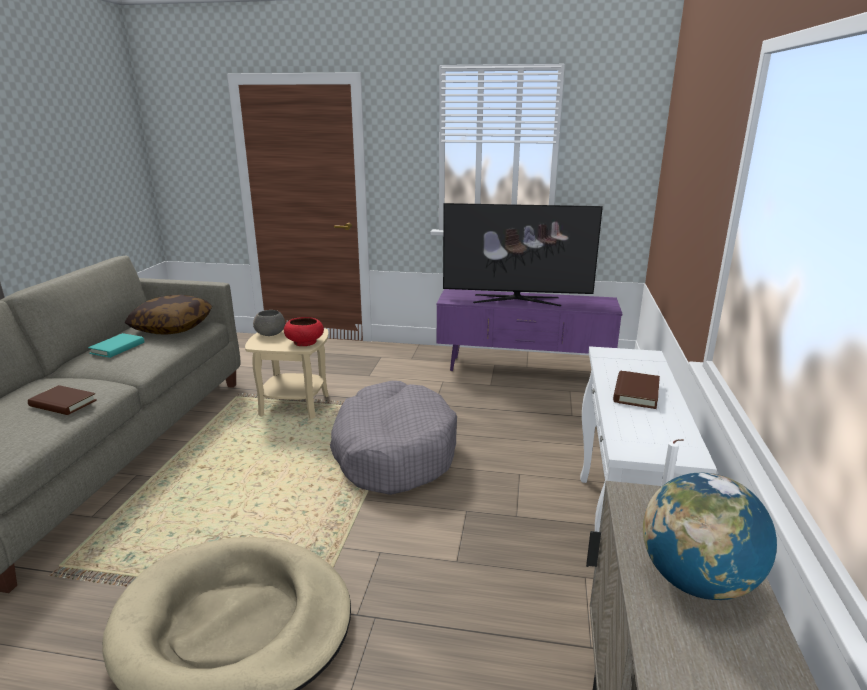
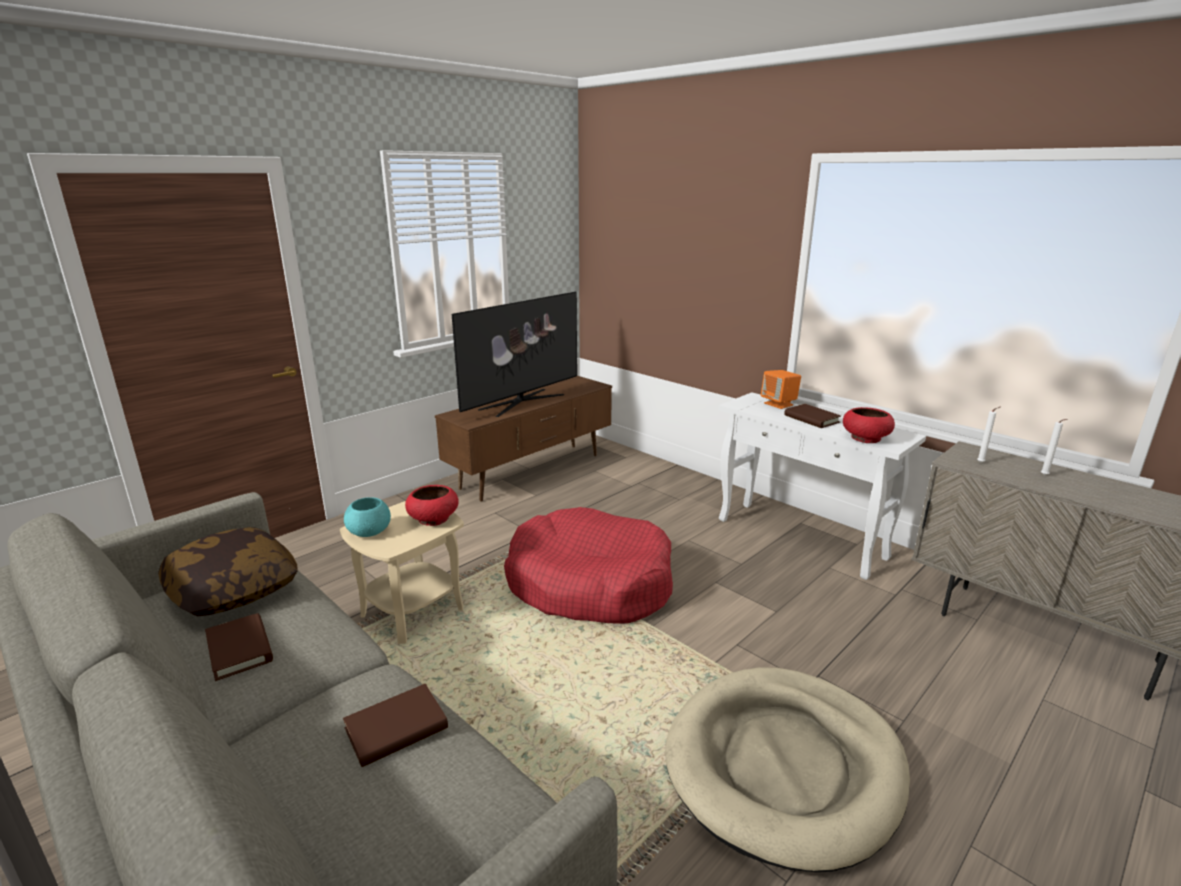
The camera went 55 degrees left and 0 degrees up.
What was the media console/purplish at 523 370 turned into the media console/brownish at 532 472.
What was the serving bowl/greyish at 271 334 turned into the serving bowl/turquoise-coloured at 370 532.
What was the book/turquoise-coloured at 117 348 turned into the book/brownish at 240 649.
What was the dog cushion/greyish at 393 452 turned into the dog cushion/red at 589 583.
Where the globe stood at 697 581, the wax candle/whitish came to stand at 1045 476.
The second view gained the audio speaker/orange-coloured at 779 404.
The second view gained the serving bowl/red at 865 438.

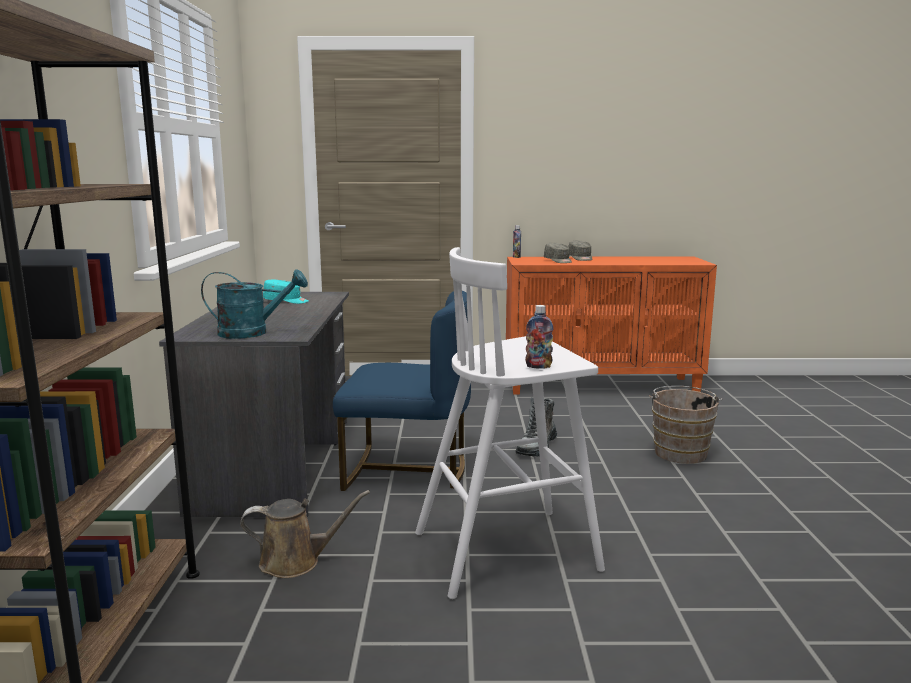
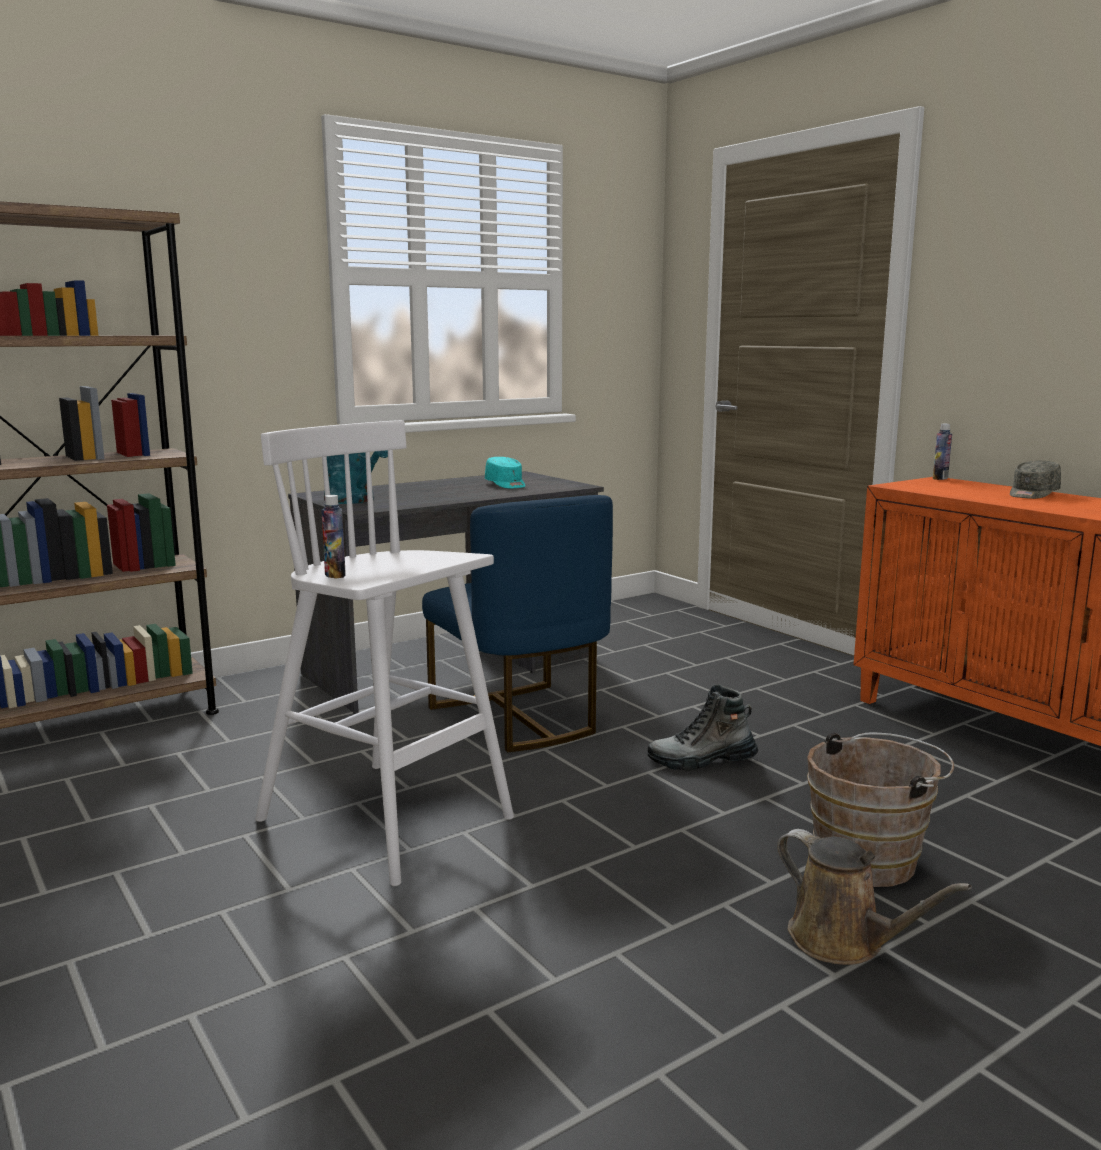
The camera went 55 degrees right and 0 degrees up.
The second view lost the baseball cap/greyish at 558 261.
The watering pot/brownish ended up elsewhere, having gone from 296 562 to 843 941.

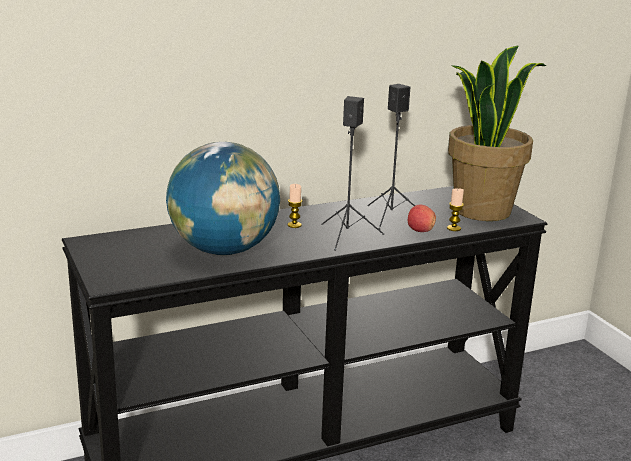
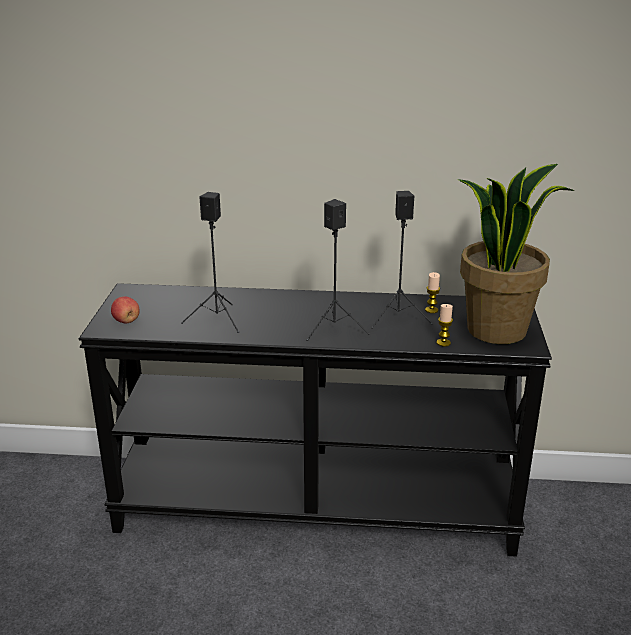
The camera went 30 degrees right and 5 degrees up.
Where the globe stood at 224 250, the audio speaker/black-coloured came to stand at 218 320.
The wax candle ended up elsewhere, having gone from 294 225 to 431 310.
The apple ended up elsewhere, having gone from 420 231 to 126 321.

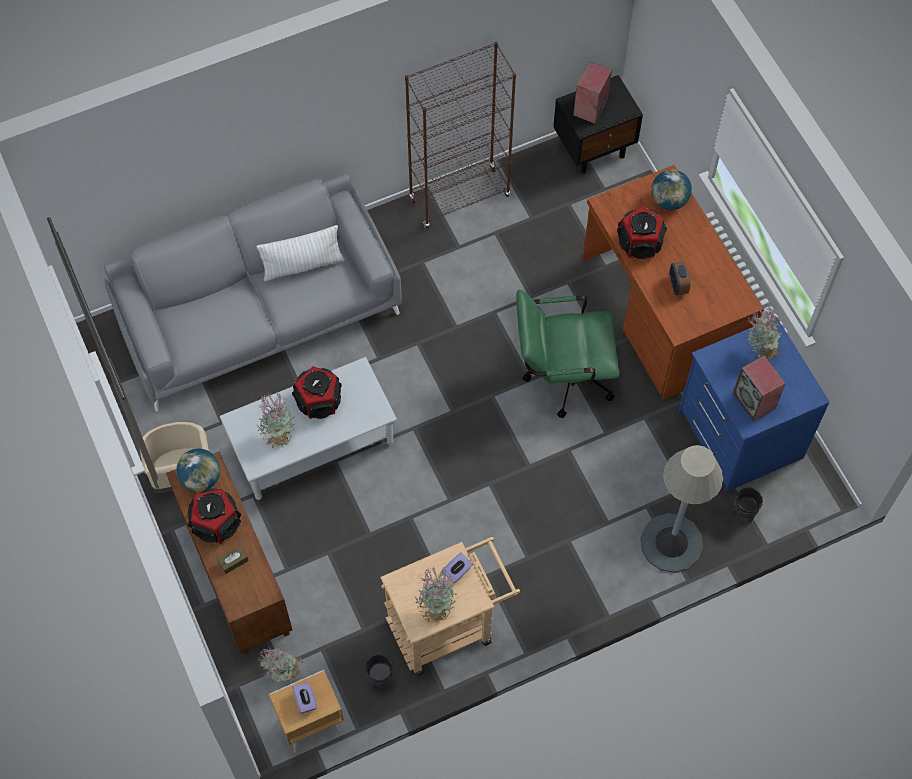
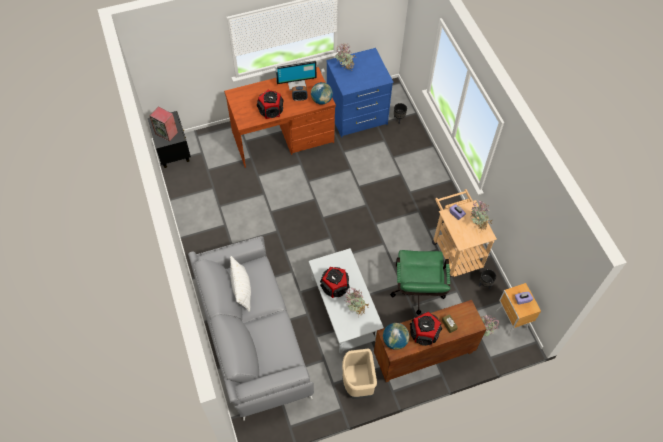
The camera went 85 degrees left and 5 degrees down.
The second view lost the bookcase/brownish at 459 198.
The globe ended up elsewhere, having gone from 669 200 to 321 100.
The desk chair/greenish ended up elsewhere, having gone from 561 376 to 417 294.
The second view lost the audio speaker at 754 401.
The second view lost the standing lamp/greyish at 671 543.
The second view gained the computer display at 296 83.

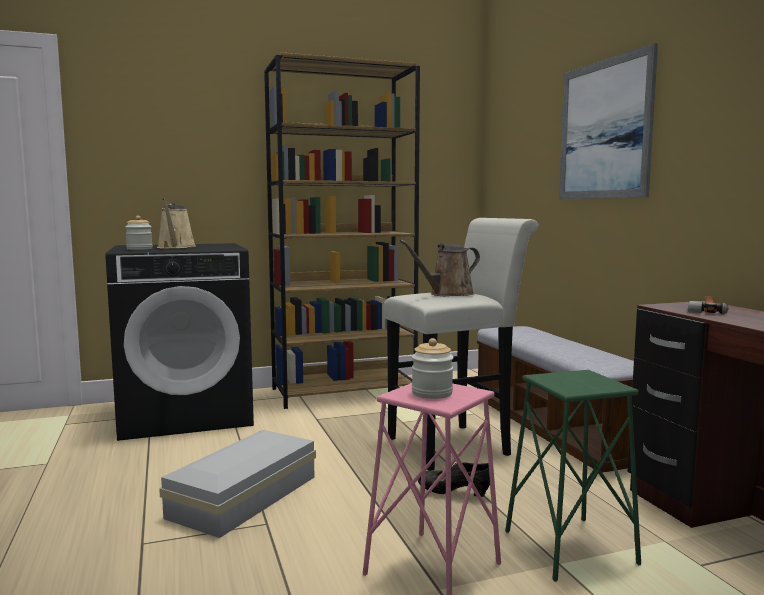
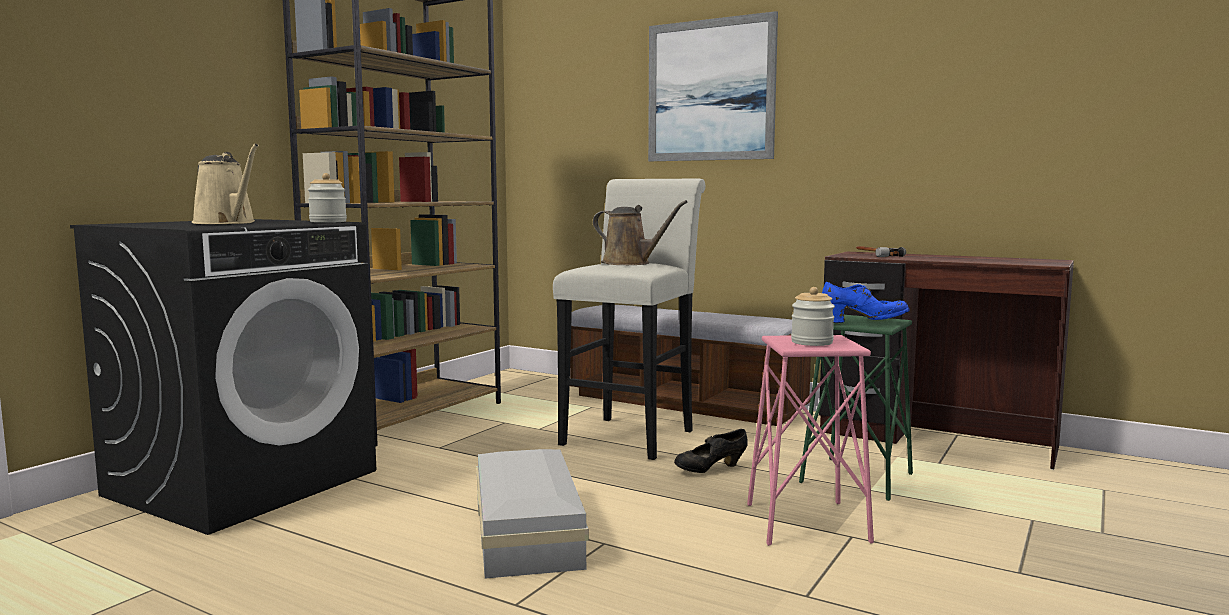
The camera went 40 degrees left and 0 degrees up.
The preserve jar ended up elsewhere, having gone from 139 249 to 328 222.
The watering pot/brownish at 447 294 ended up facing another way, 75 degrees counterclockwise from before.
The second view gained the item of footwear/blue-coloured at 864 323.

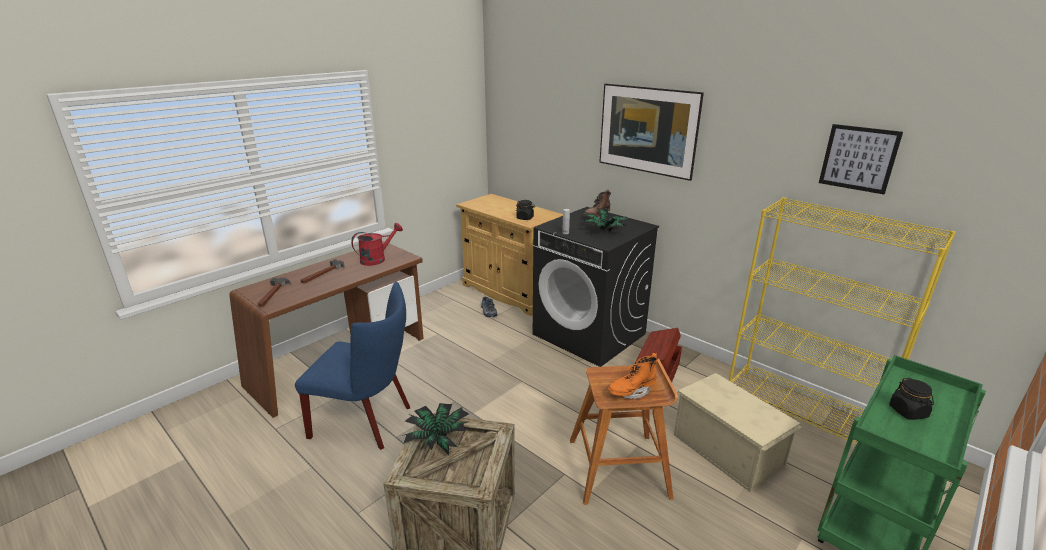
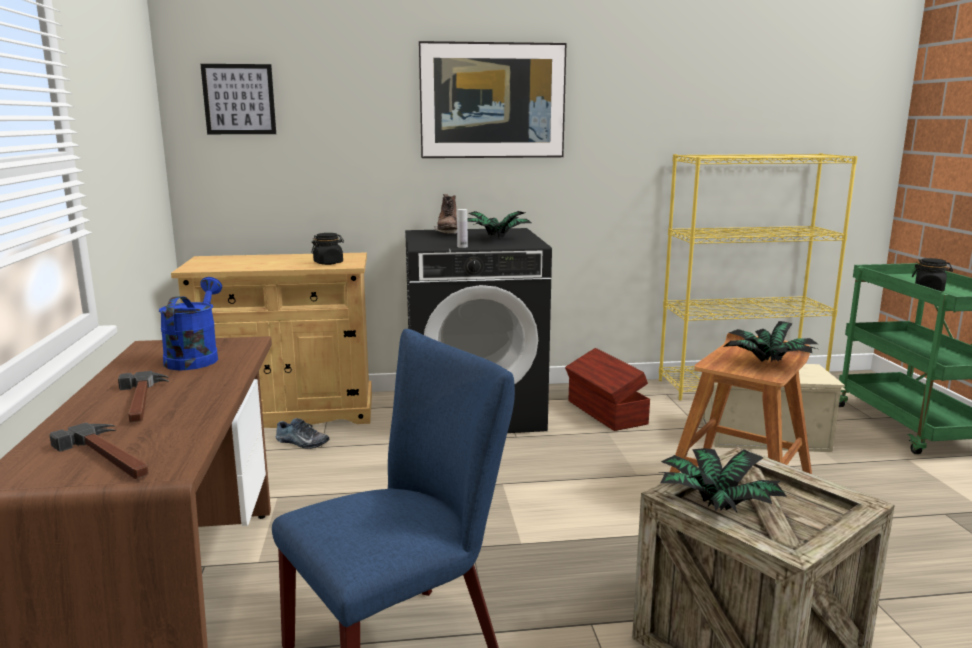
The camera went 50 degrees left and 10 degrees down.
The wall art ended up elsewhere, having gone from 858 158 to 239 99.
What was the watering pot/red at 377 259 turned into the watering pot/blue-coloured at 195 357.
Where the tall boot/orange-coloured stood at 631 392, the potted plant came to stand at 769 363.

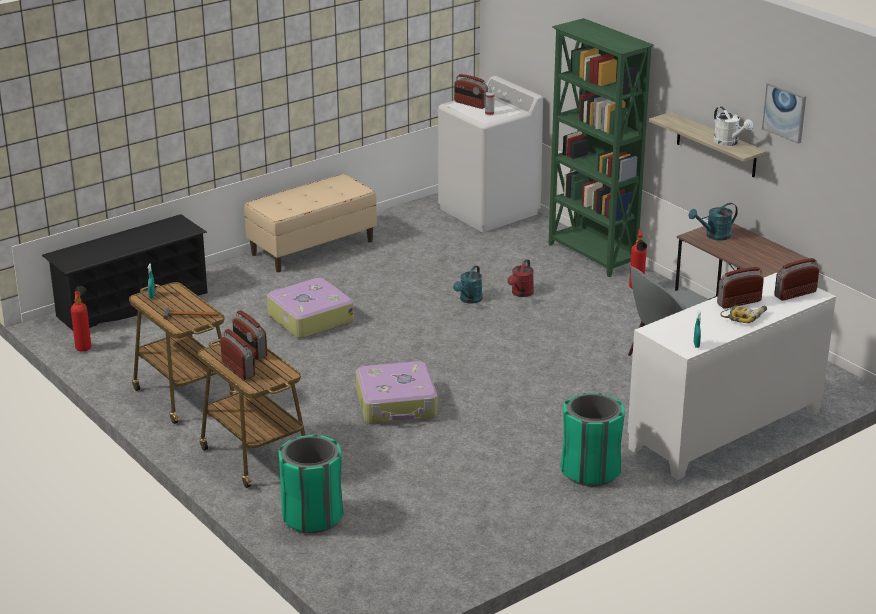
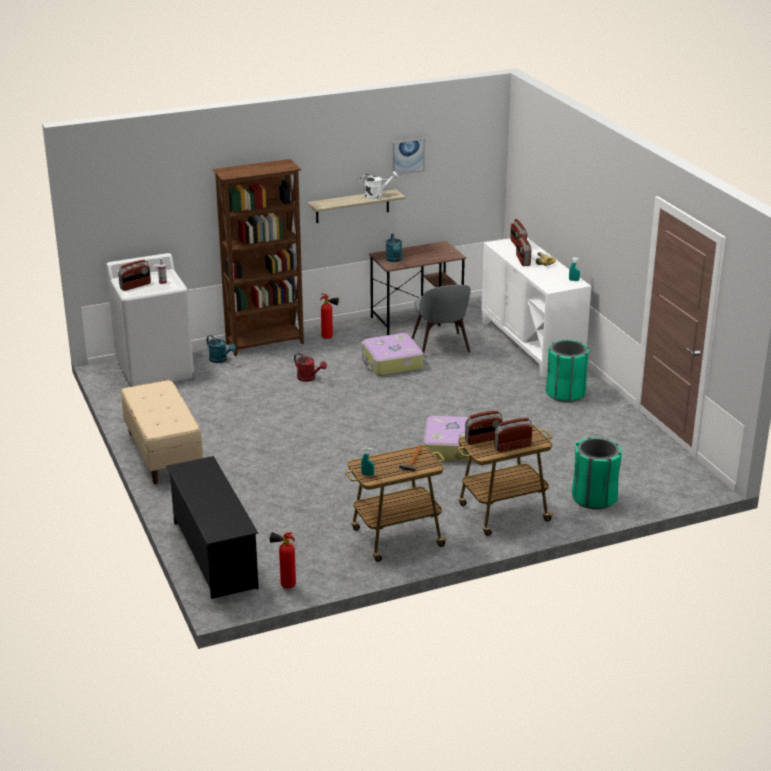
The camera went 75 degrees left and 0 degrees up.
What was the bookcase/greenish at 592 256 turned into the bookcase/brownish at 265 344.
The watering pot/turquoise-coloured ended up elsewhere, having gone from 469 300 to 220 360.
The travel case ended up elsewhere, having gone from 309 318 to 391 363.

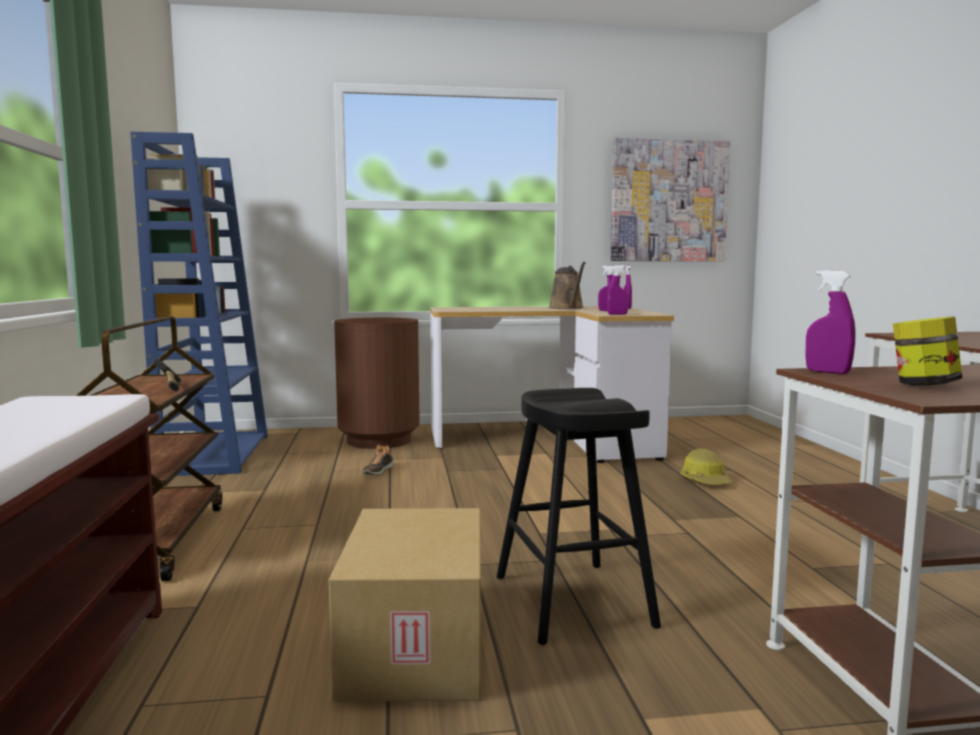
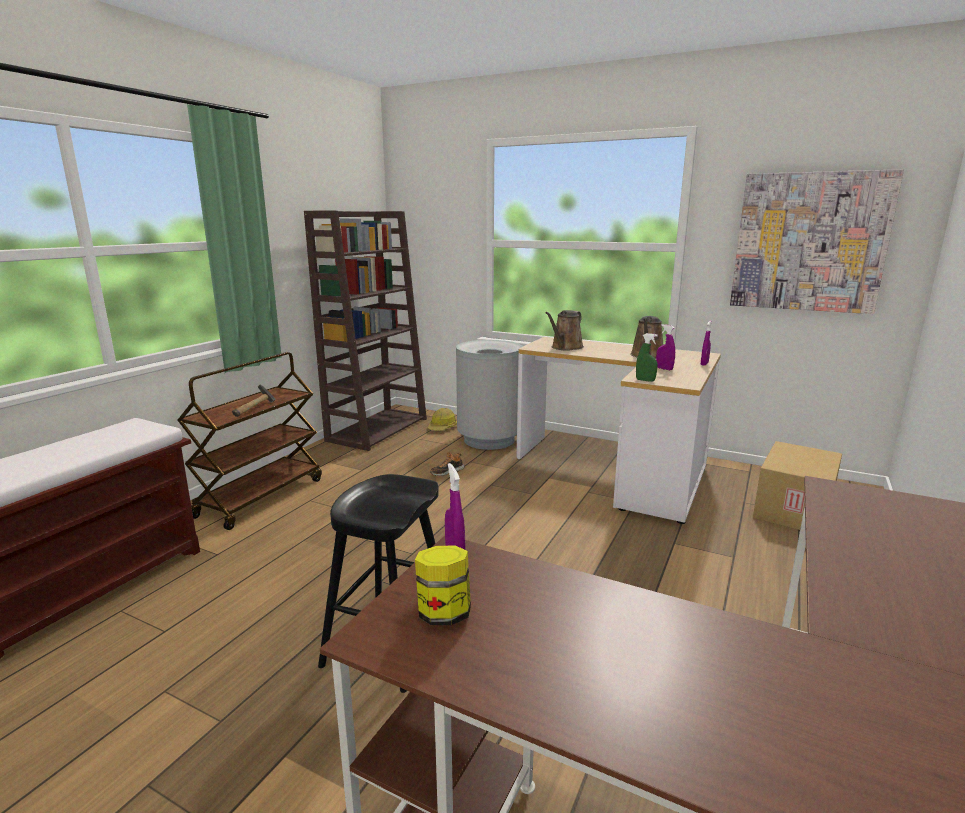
The camera went 35 degrees right and 10 degrees up.
What was the bookcase/blue-coloured at 215 454 turned into the bookcase/brownish at 378 429.
What was the sprayer/purplish at 617 314 turned into the sprayer/greenish at 645 380.
What was the trash can/brownish at 378 440 turned into the trash can/greyish at 488 440.
The work helmet ended up elsewhere, having gone from 706 481 to 442 427.
The carton ended up elsewhere, having gone from 419 648 to 795 510.
The second view gained the watering pot/brownish at 565 347.

